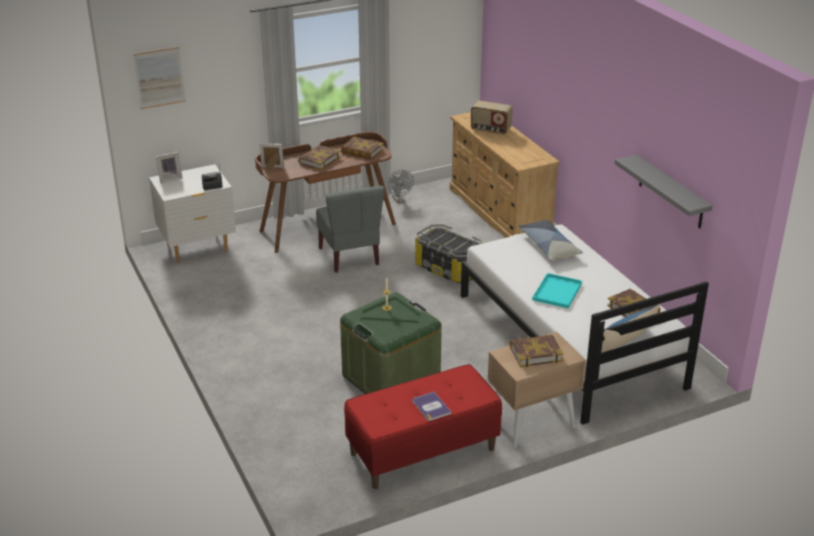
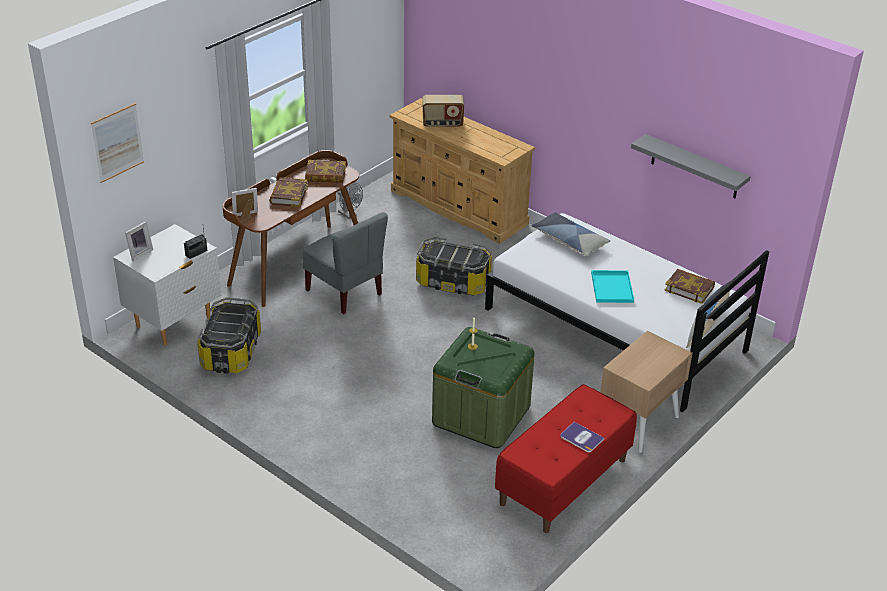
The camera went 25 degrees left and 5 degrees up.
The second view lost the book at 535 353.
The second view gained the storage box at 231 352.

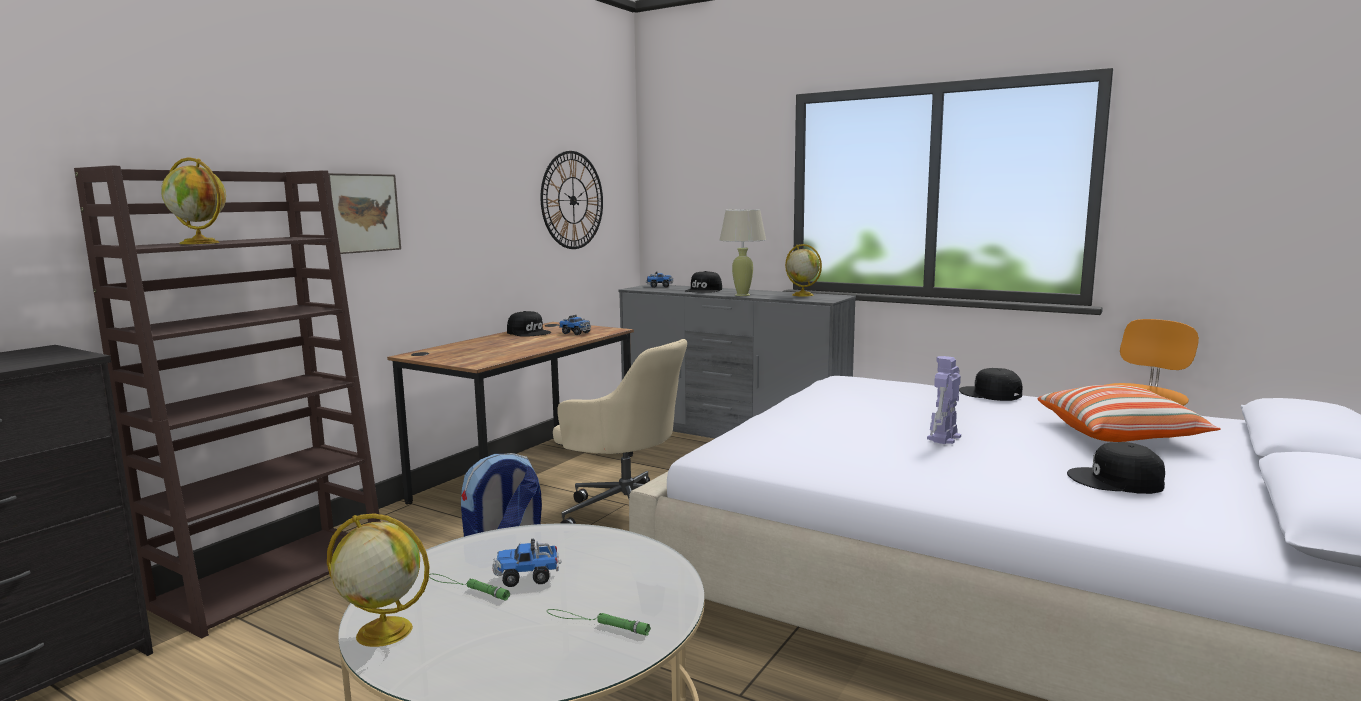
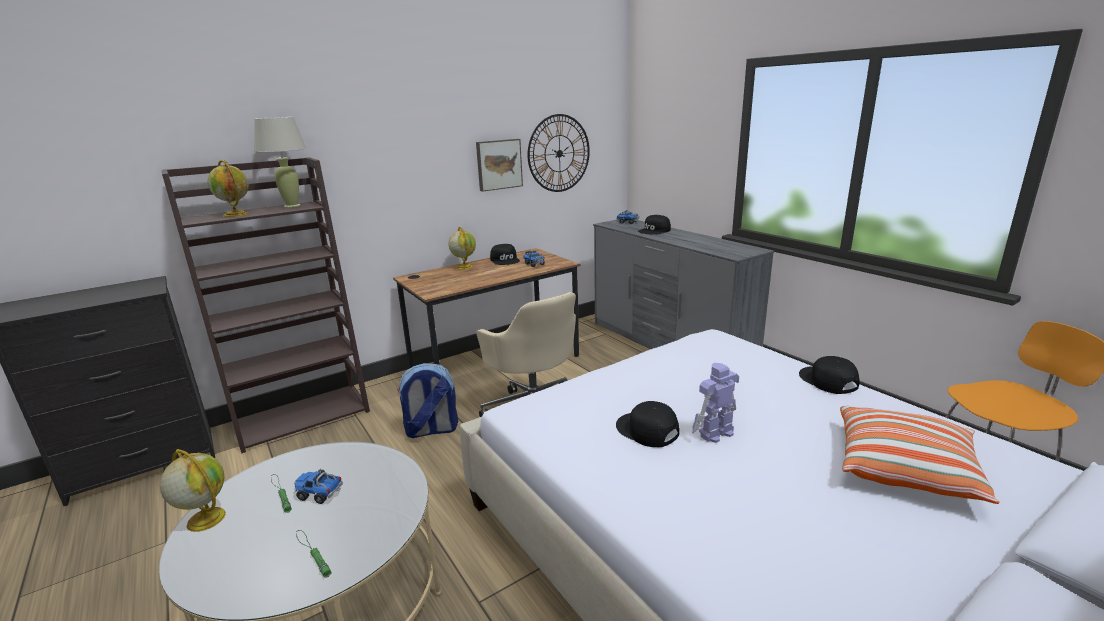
The camera went 25 degrees right and 10 degrees up.
The wall art ended up elsewhere, having gone from 360 213 to 498 164.
The tabletop lamp/sand-coloured ended up elsewhere, having gone from 742 295 to 292 206.
The globe ended up elsewhere, having gone from 802 295 to 464 267.
The baseball cap/black-coloured ended up elsewhere, having gone from 1116 481 to 646 430.

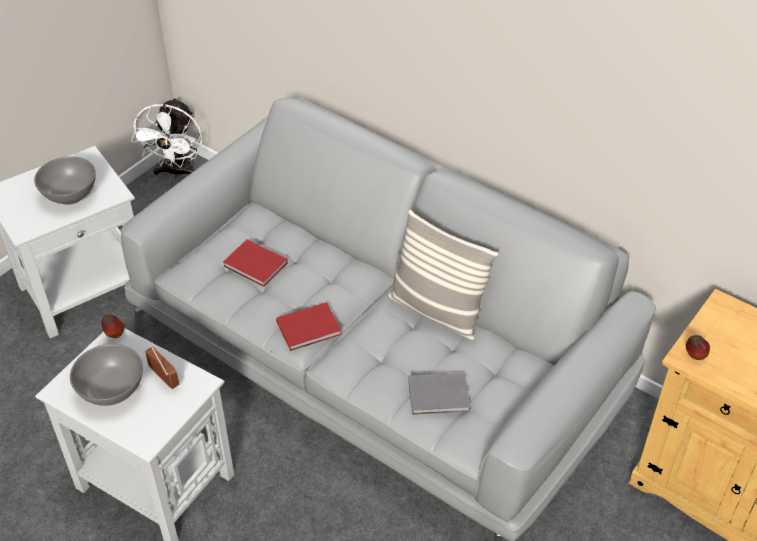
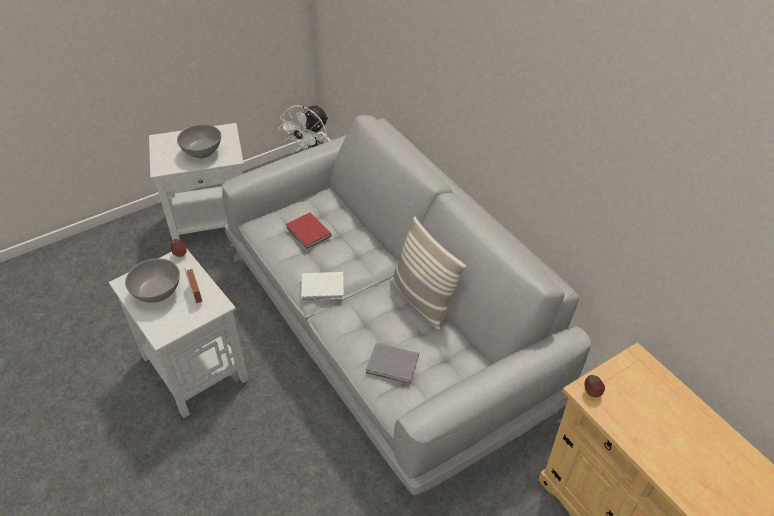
The camera went 20 degrees right and 0 degrees up.
What was the book/red at 310 328 turned into the book/whitish at 324 288.

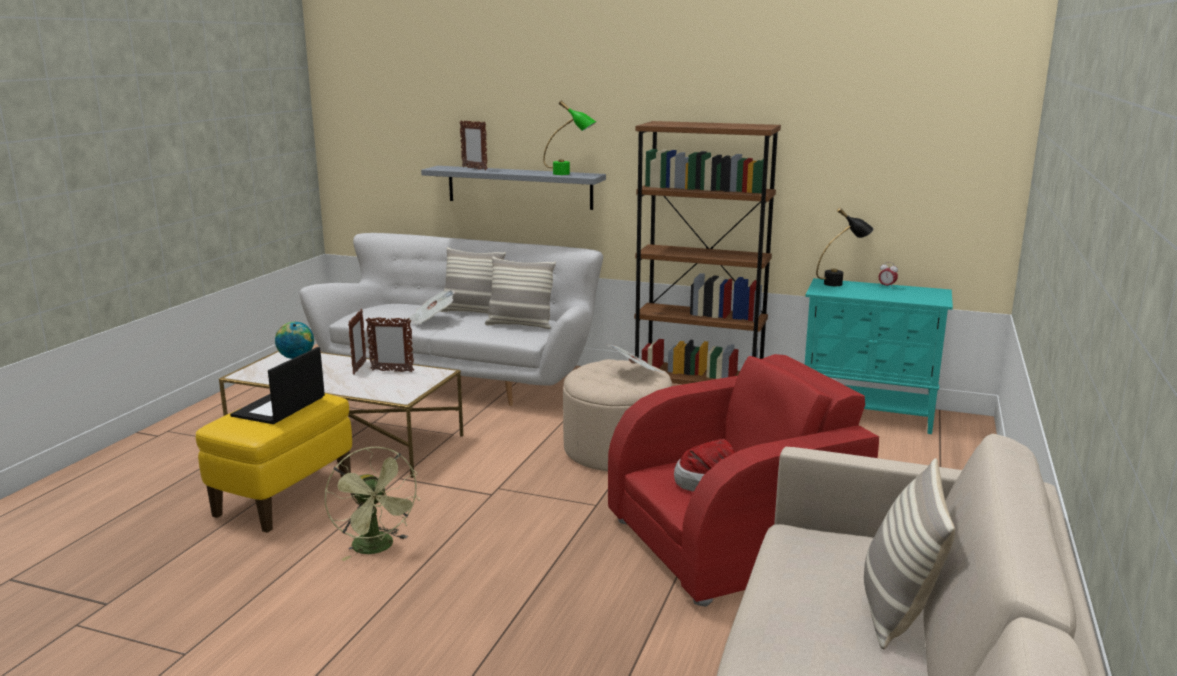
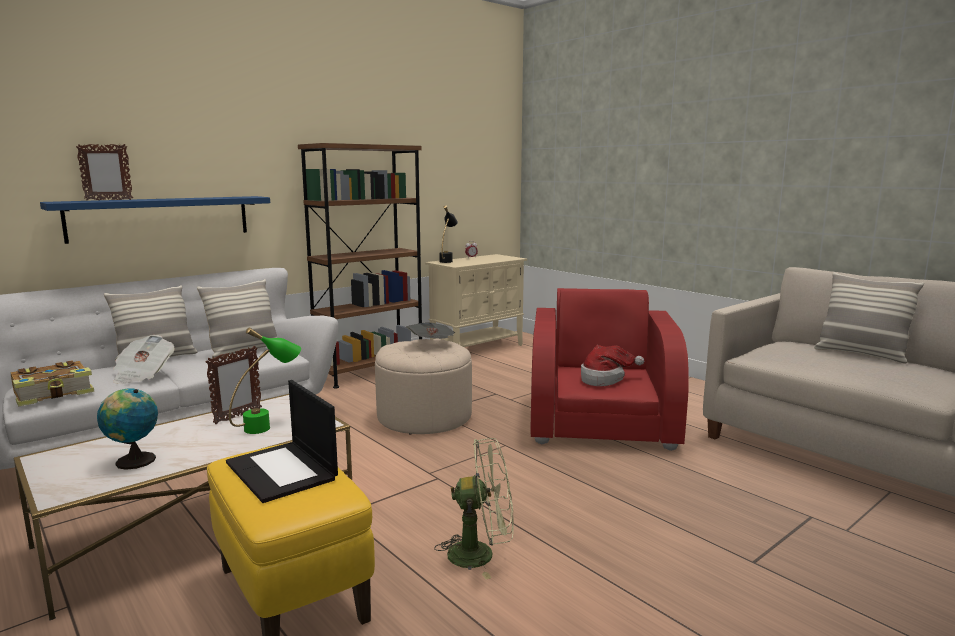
The camera went 60 degrees left and 5 degrees down.
The tabletop lamp/greenish ended up elsewhere, having gone from 569 174 to 268 425.
What was the wall shelf/greyish at 519 187 turned into the wall shelf/blue-coloured at 160 218.
What was the cabinet/turquoise-coloured at 868 414 turned into the cabinet/sand-coloured at 477 348.
The second view lost the standing frame at 359 368.
The second view gained the book at 54 393.

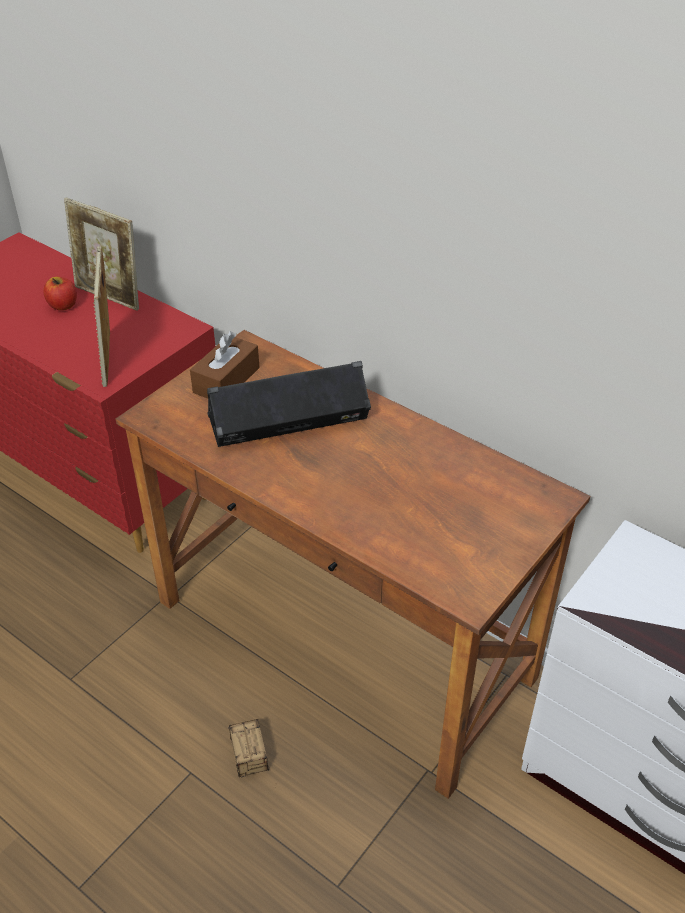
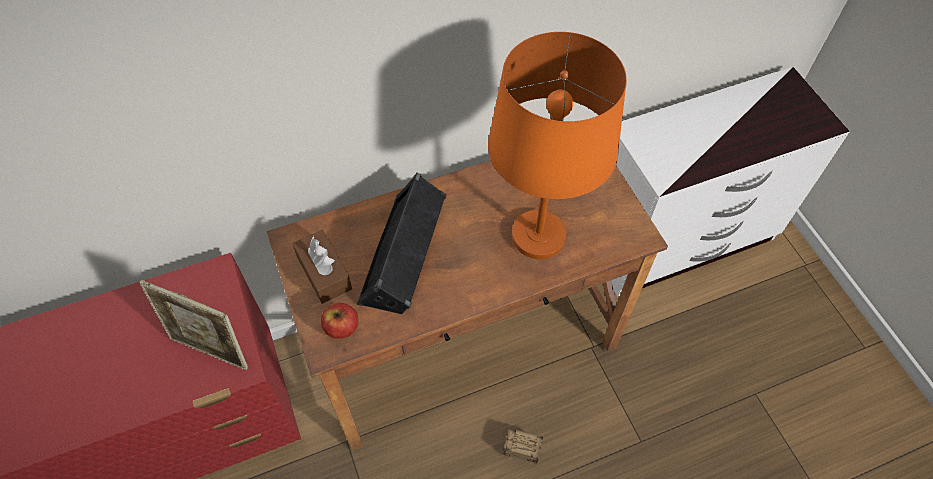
The camera went 60 degrees left and 15 degrees up.
The second view lost the standing frame at 110 296.
The apple ended up elsewhere, having gone from 63 305 to 341 327.
The second view gained the tabletop lamp/orange-coloured at 539 237.

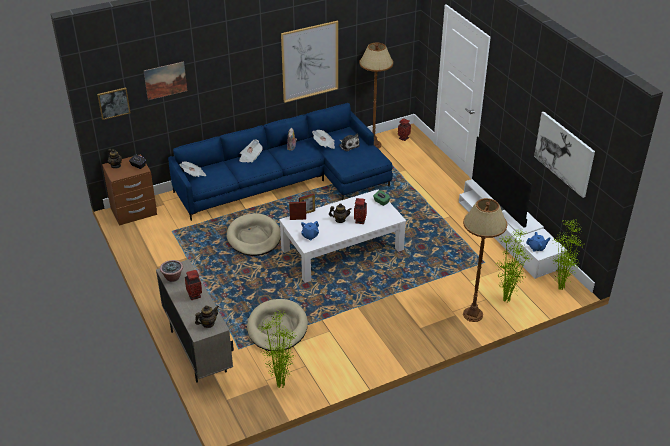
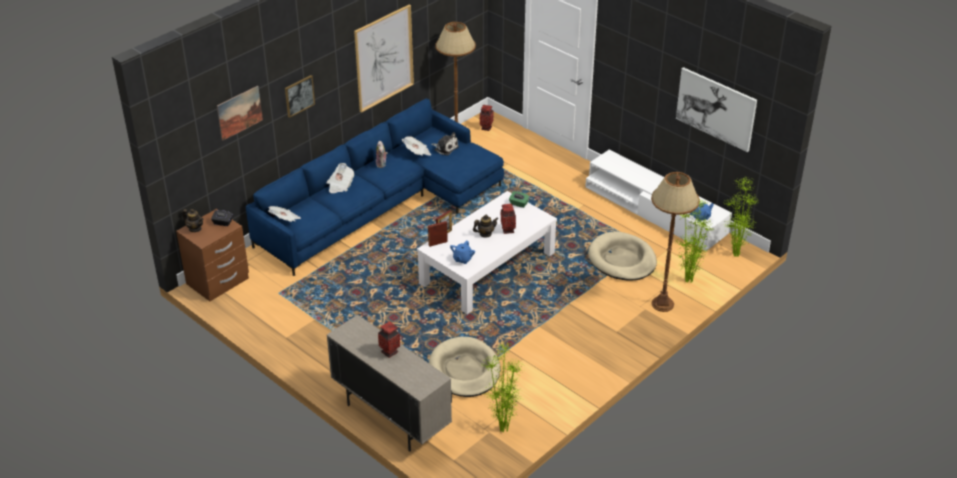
The camera went 20 degrees left and 0 degrees up.
The wall art ended up elsewhere, having gone from 113 103 to 299 95.
The second view lost the television at 501 204.
The dog cushion/sand-coloured ended up elsewhere, having gone from 254 237 to 622 259.
The second view lost the potted plant at 172 277.
The second view lost the teapot at 208 323.

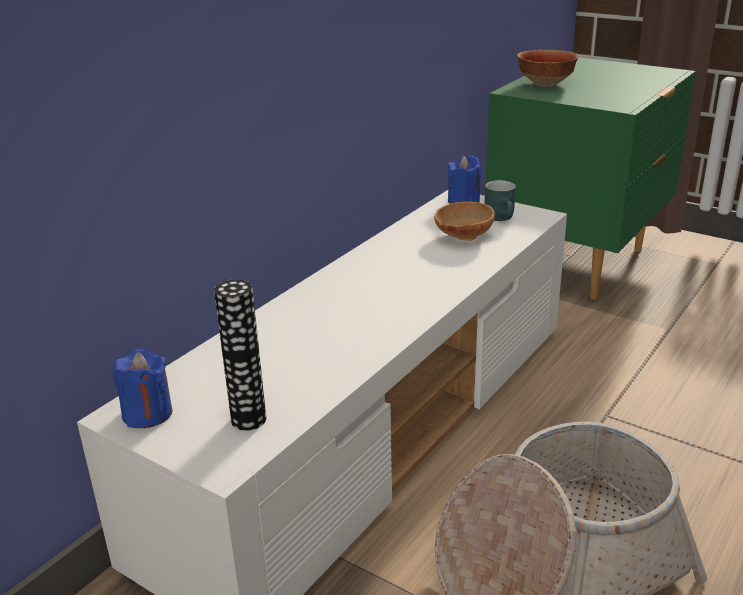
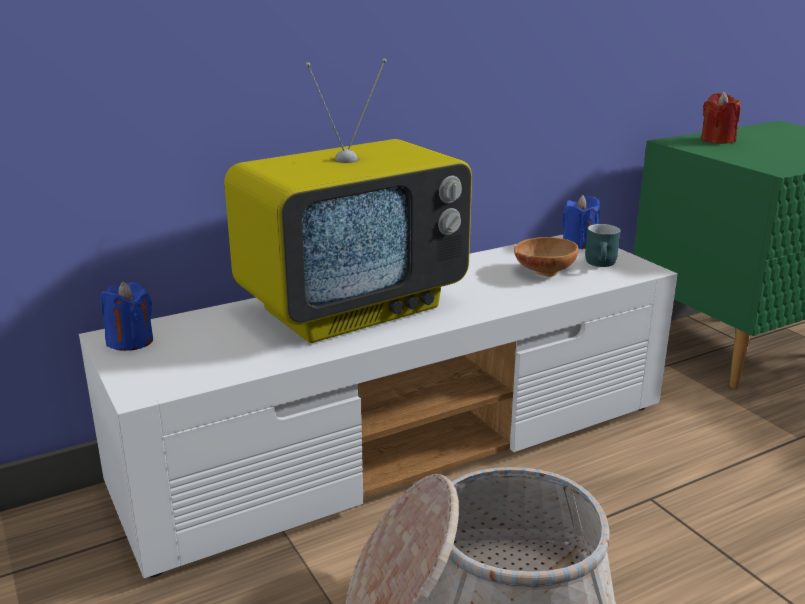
The camera went 25 degrees right and 5 degrees down.
Where the serving bowl stood at 544 84, the wax candle/red came to stand at 717 140.
The second view lost the vase at 248 419.
The second view gained the television at 352 308.

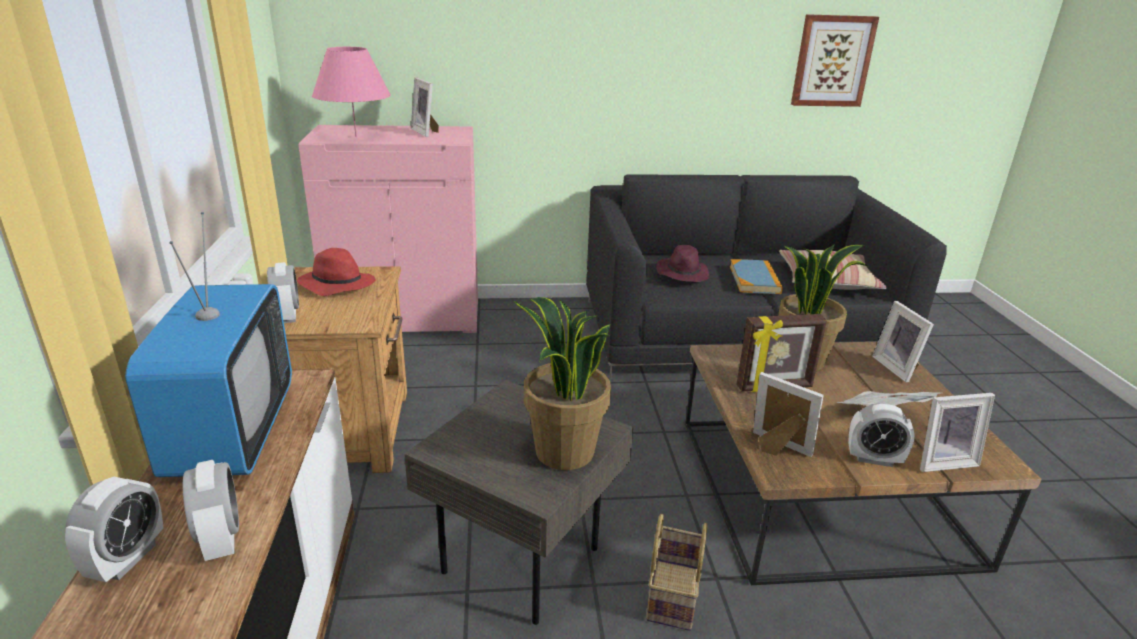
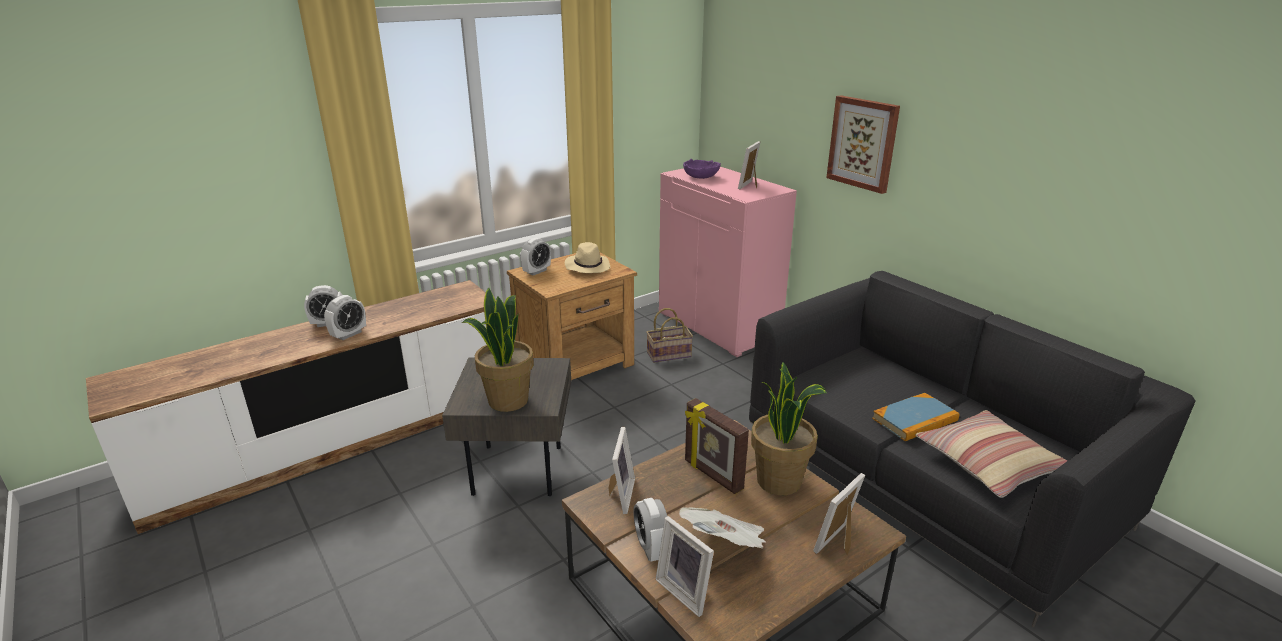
The camera went 60 degrees right and 0 degrees up.
The wall art ended up elsewhere, having gone from 832 61 to 863 143.
Where the tabletop lamp/pink-coloured stood at 356 137, the serving bowl/purplish came to stand at 700 177.
The second view lost the television at 232 432.
The second view lost the clothing hat/purplish at 682 274.
What was the clothing hat/red at 336 285 turned into the clothing hat/sand-coloured at 587 267.
The basket ended up elsewhere, having gone from 672 592 to 669 354.

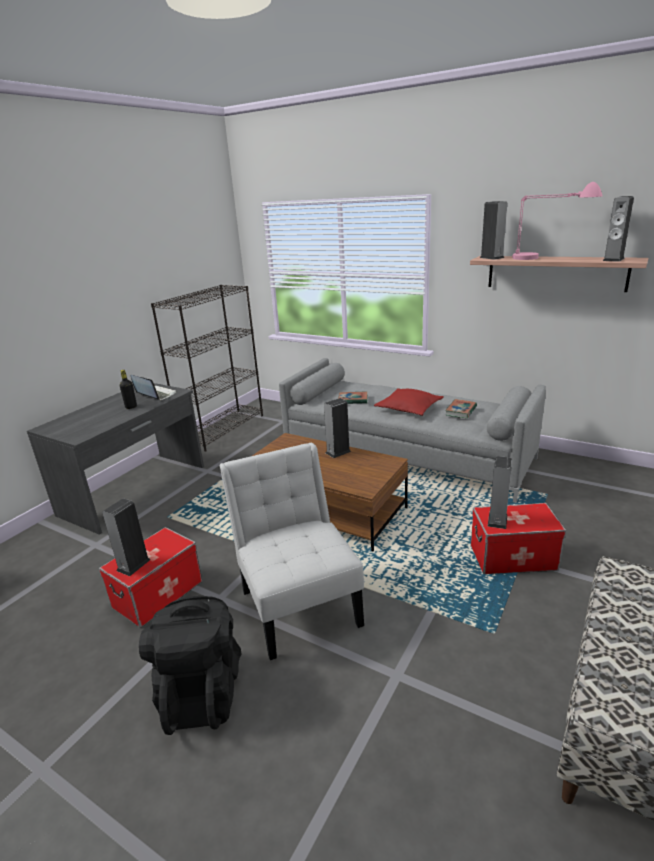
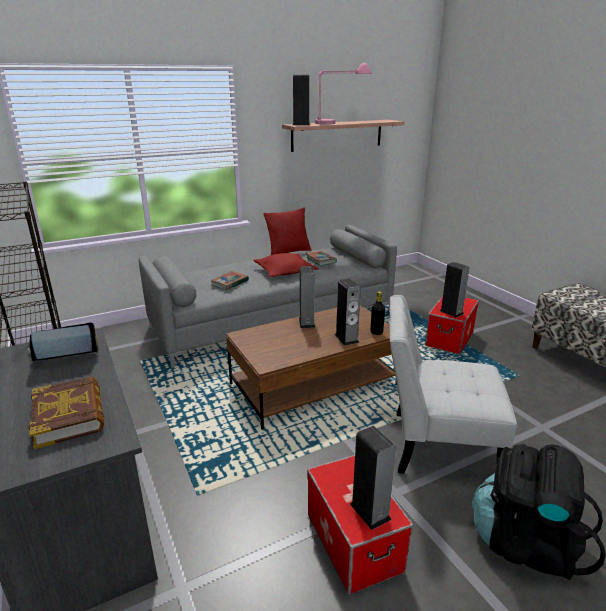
The camera went 60 degrees left and 0 degrees up.
The audio speaker ended up elsewhere, having gone from 613 259 to 346 338.
The bottle/black-coloured ended up elsewhere, having gone from 131 407 to 376 332.
The second view gained the throw pillow/red at 288 252.
The second view gained the book at 69 416.

